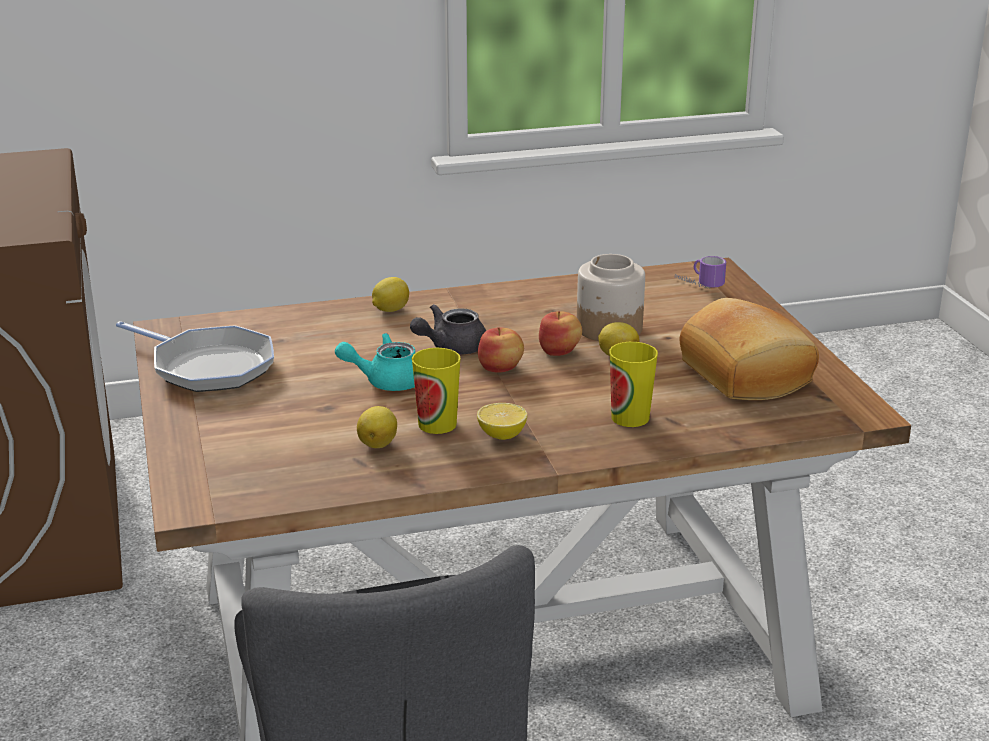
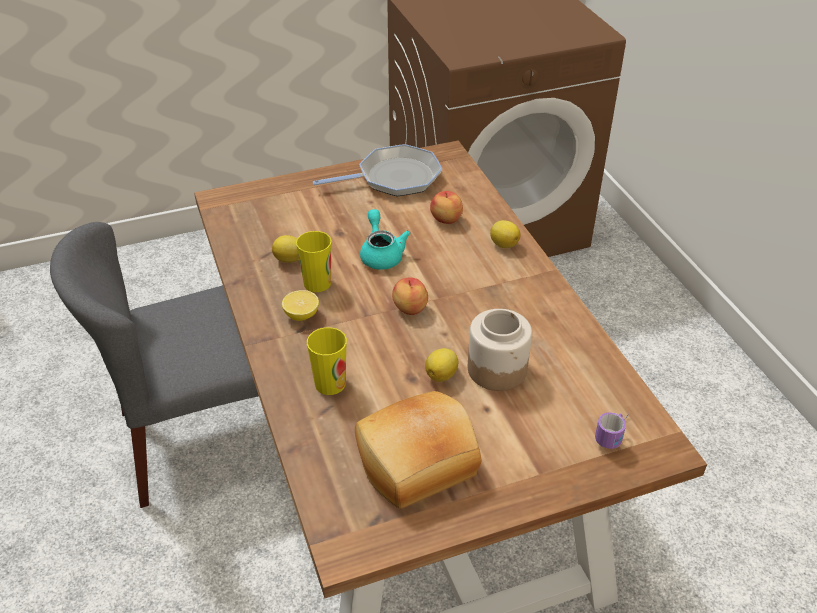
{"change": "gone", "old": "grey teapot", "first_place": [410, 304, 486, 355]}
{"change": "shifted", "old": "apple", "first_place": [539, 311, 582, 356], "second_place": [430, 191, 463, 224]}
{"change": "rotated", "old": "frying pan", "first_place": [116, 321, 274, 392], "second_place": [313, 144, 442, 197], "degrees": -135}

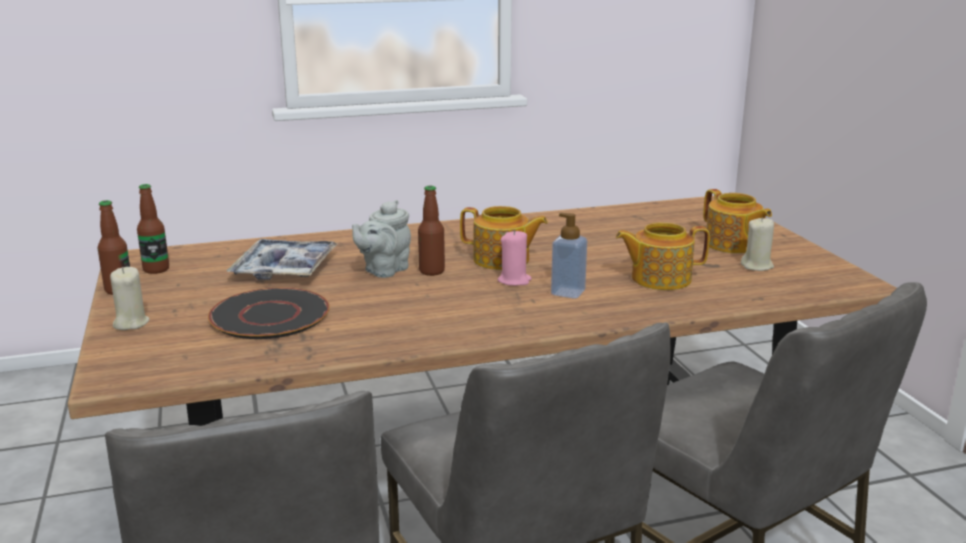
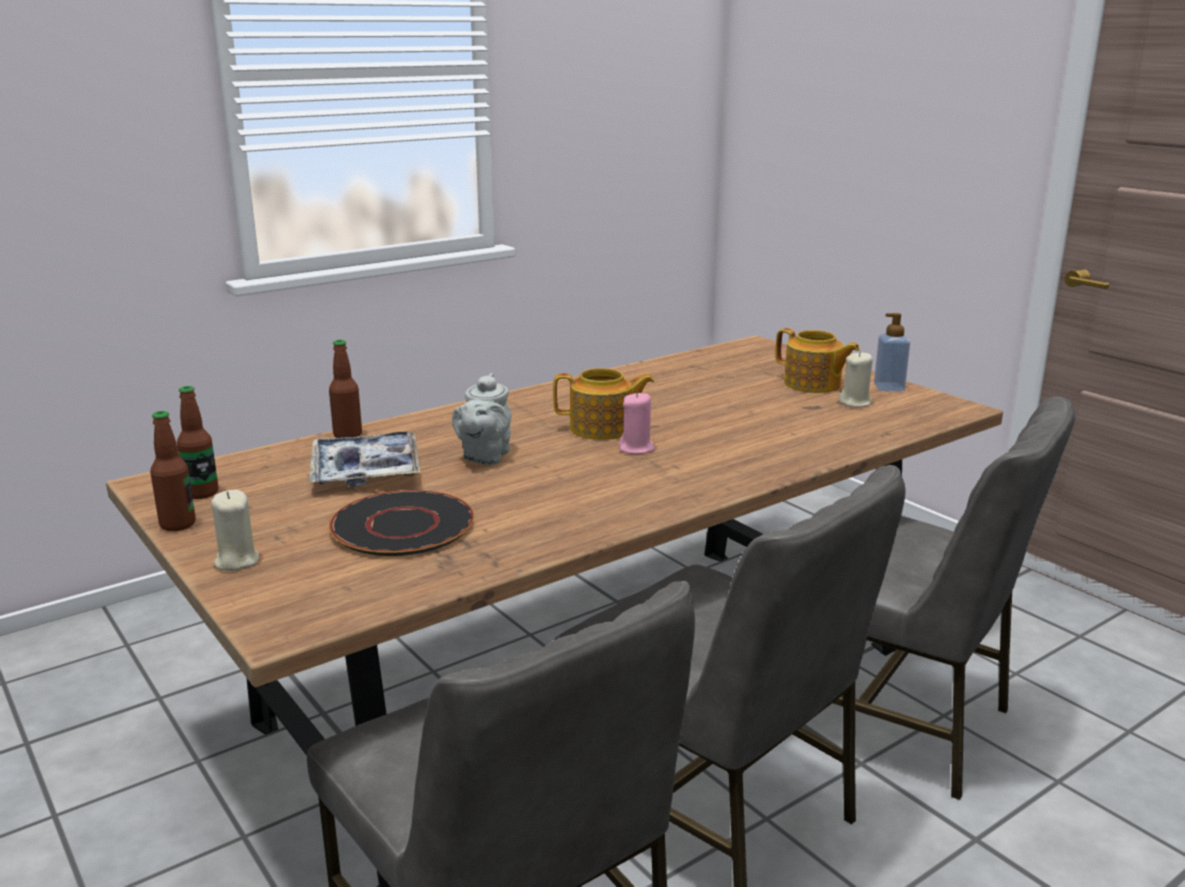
{"change": "shifted", "old": "bottle", "first_place": [418, 185, 445, 276], "second_place": [329, 340, 362, 438]}
{"change": "shifted", "old": "soap dispenser", "first_place": [551, 213, 587, 299], "second_place": [874, 313, 910, 391]}
{"change": "gone", "old": "teapot", "first_place": [616, 222, 710, 290]}

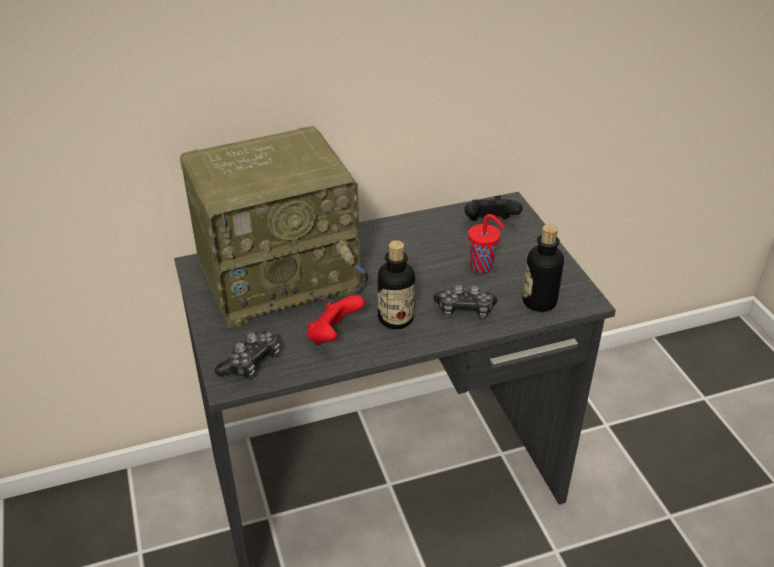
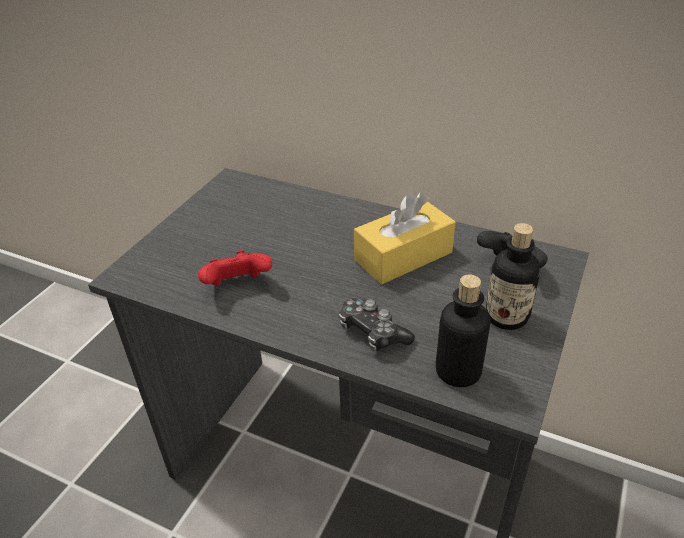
{"change": "gone", "old": "radio", "first_place": [180, 126, 368, 328]}
{"change": "gone", "old": "red cup", "first_place": [468, 214, 505, 273]}
{"change": "shifted", "old": "bottle", "first_place": [377, 240, 415, 329], "second_place": [486, 223, 540, 330]}
{"change": "gone", "old": "game controller", "first_place": [215, 331, 280, 379]}
{"change": "new", "new": "yellow tissue box", "second_place": [354, 193, 456, 285]}

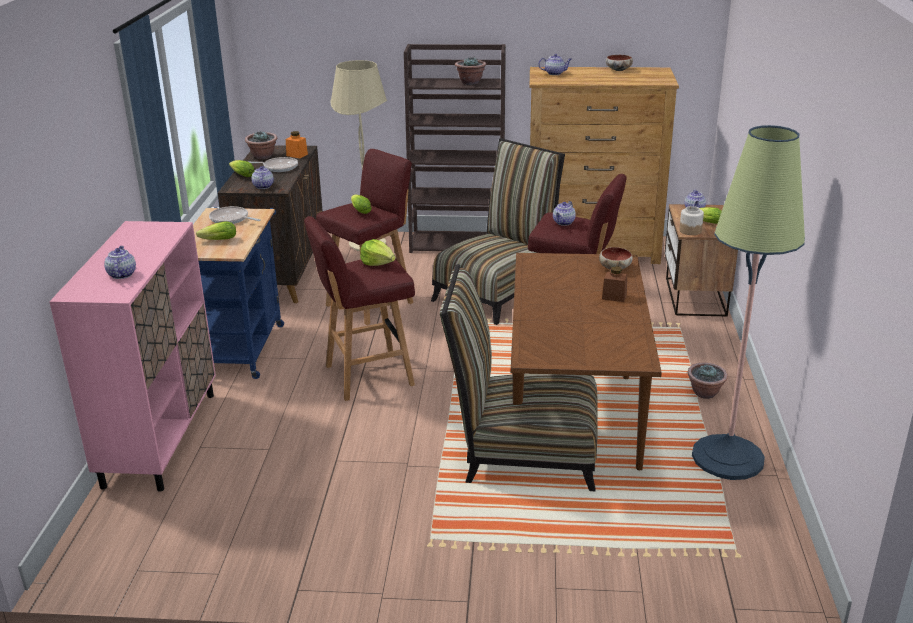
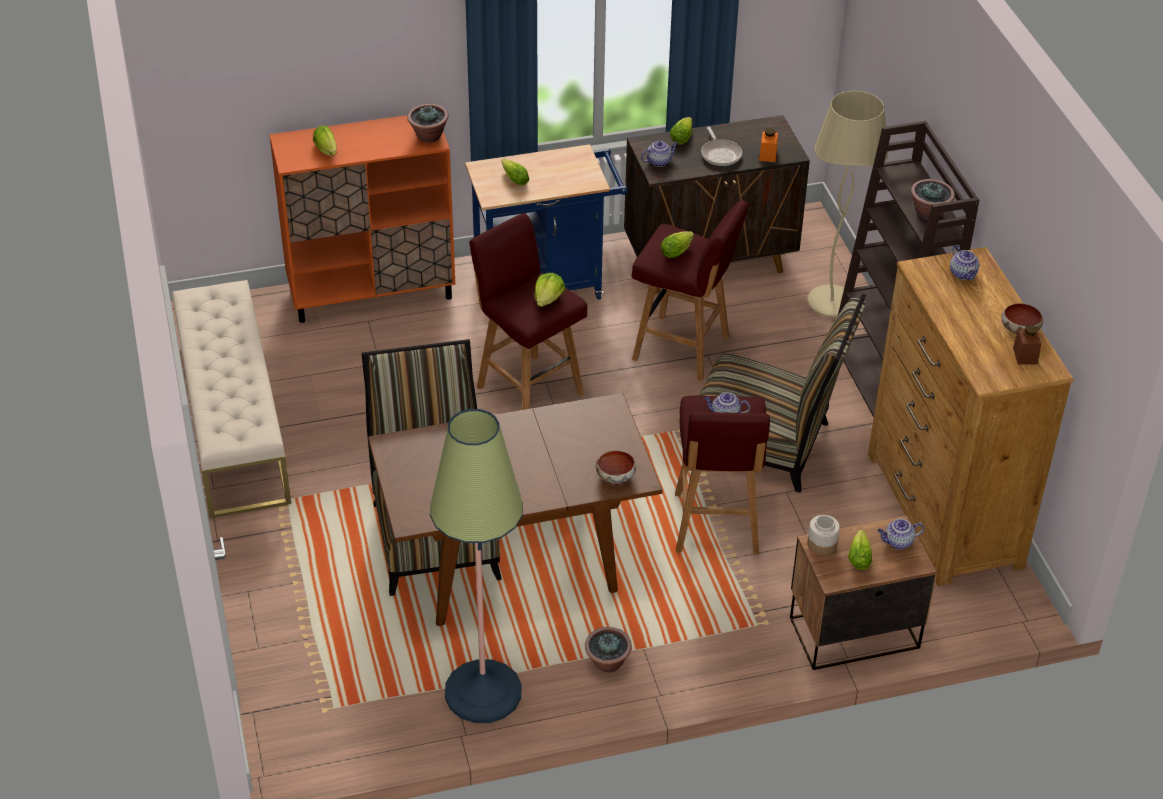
{"change": "shifted", "old": "potted plant", "first_place": [245, 131, 277, 159], "second_place": [407, 104, 448, 143]}
{"change": "gone", "old": "frying pan", "first_place": [209, 206, 261, 224]}
{"change": "repainted", "old": "pink cabinet", "new": "orange cabinet", "first_place": [49, 221, 216, 492], "second_place": [269, 115, 455, 323]}
{"change": "swapped", "old": "teapot", "new": "lettuce", "first_place": [104, 246, 136, 279], "second_place": [313, 125, 337, 156]}
{"change": "shifted", "old": "brown jar", "first_place": [602, 266, 627, 302], "second_place": [1013, 325, 1041, 365]}
{"change": "new", "new": "beige bench", "second_place": [172, 280, 291, 519]}

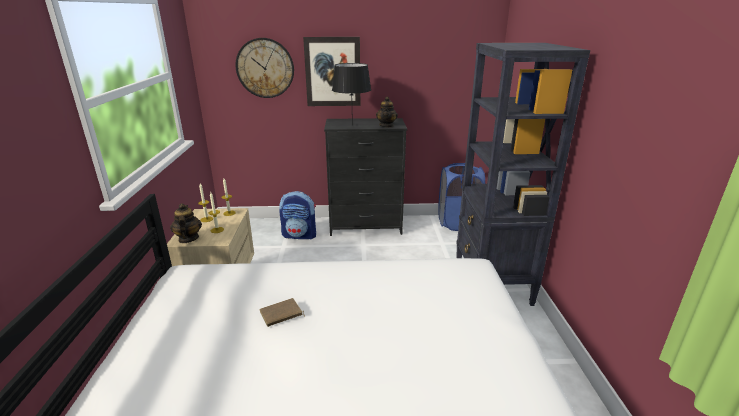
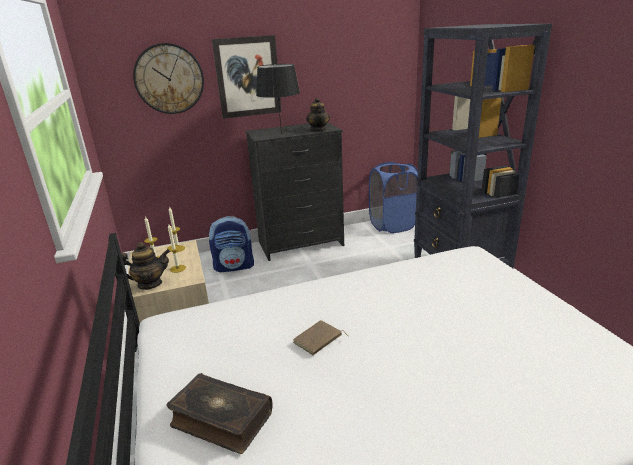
{"change": "rotated", "old": "teapot", "first_place": [170, 203, 202, 243], "second_place": [121, 242, 170, 290], "degrees": 105}
{"change": "new", "new": "book", "second_place": [166, 373, 272, 454]}

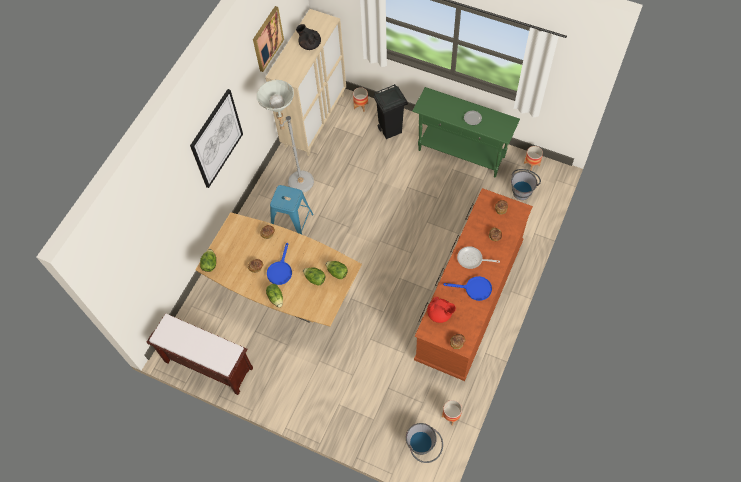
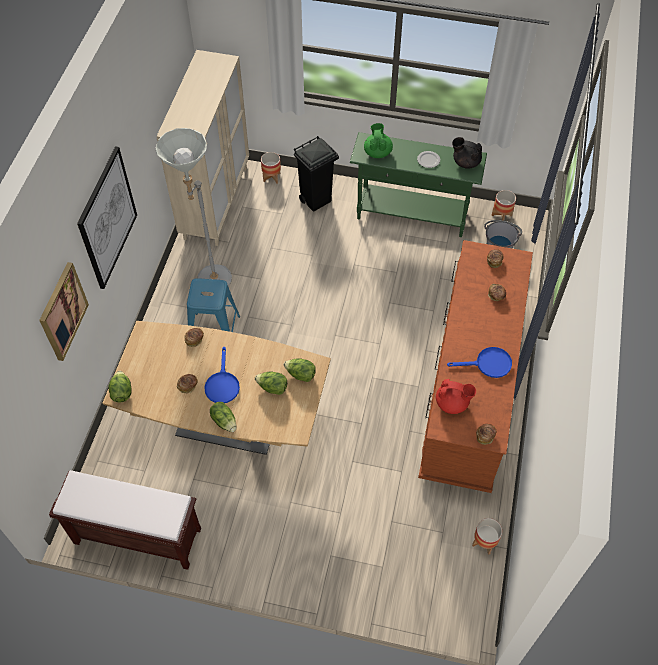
{"change": "shifted", "old": "picture", "first_place": [253, 6, 284, 72], "second_place": [39, 262, 89, 361]}
{"change": "shifted", "old": "black teapot", "first_place": [296, 24, 321, 50], "second_place": [452, 137, 482, 169]}
{"change": "gone", "old": "frying pan", "first_place": [457, 246, 500, 269]}
{"change": "gone", "old": "grey bucket", "first_place": [406, 423, 443, 463]}
{"change": "new", "new": "green teapot", "second_place": [364, 123, 393, 158]}

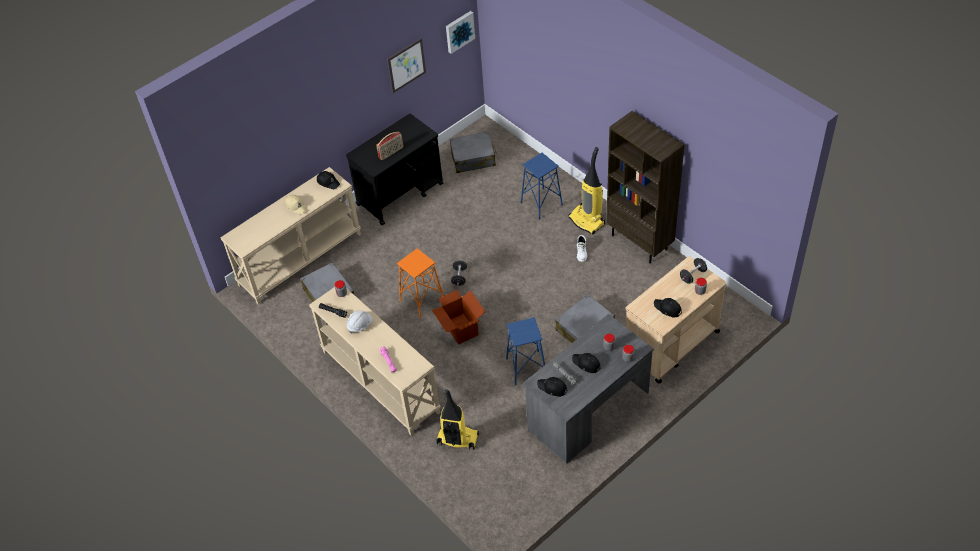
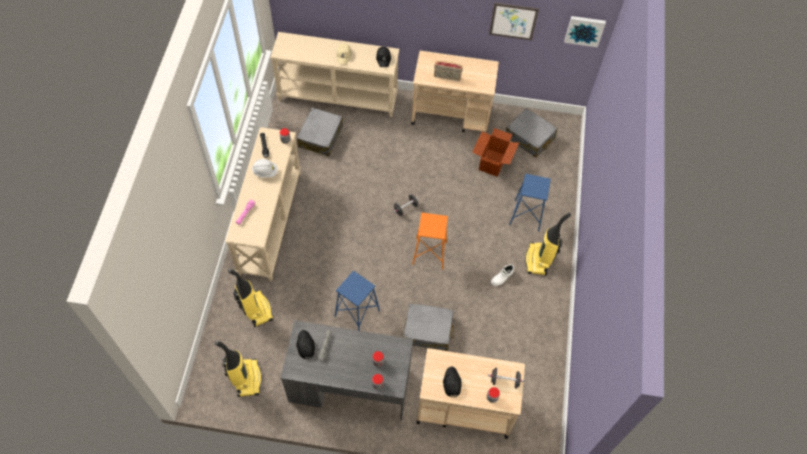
{"change": "gone", "old": "brown bookcase", "first_place": [606, 111, 685, 263]}
{"change": "repainted", "old": "black cart", "new": "beige cart", "first_place": [346, 114, 443, 225], "second_place": [411, 51, 499, 133]}
{"change": "shifted", "old": "orange stool", "first_place": [397, 248, 444, 318], "second_place": [412, 213, 448, 270]}
{"change": "shifted", "old": "cardboard box", "first_place": [432, 290, 486, 345], "second_place": [472, 128, 519, 177]}
{"change": "gone", "old": "black cap", "first_place": [572, 353, 600, 373]}
{"change": "new", "new": "vacuum cleaner", "second_place": [215, 341, 262, 397]}

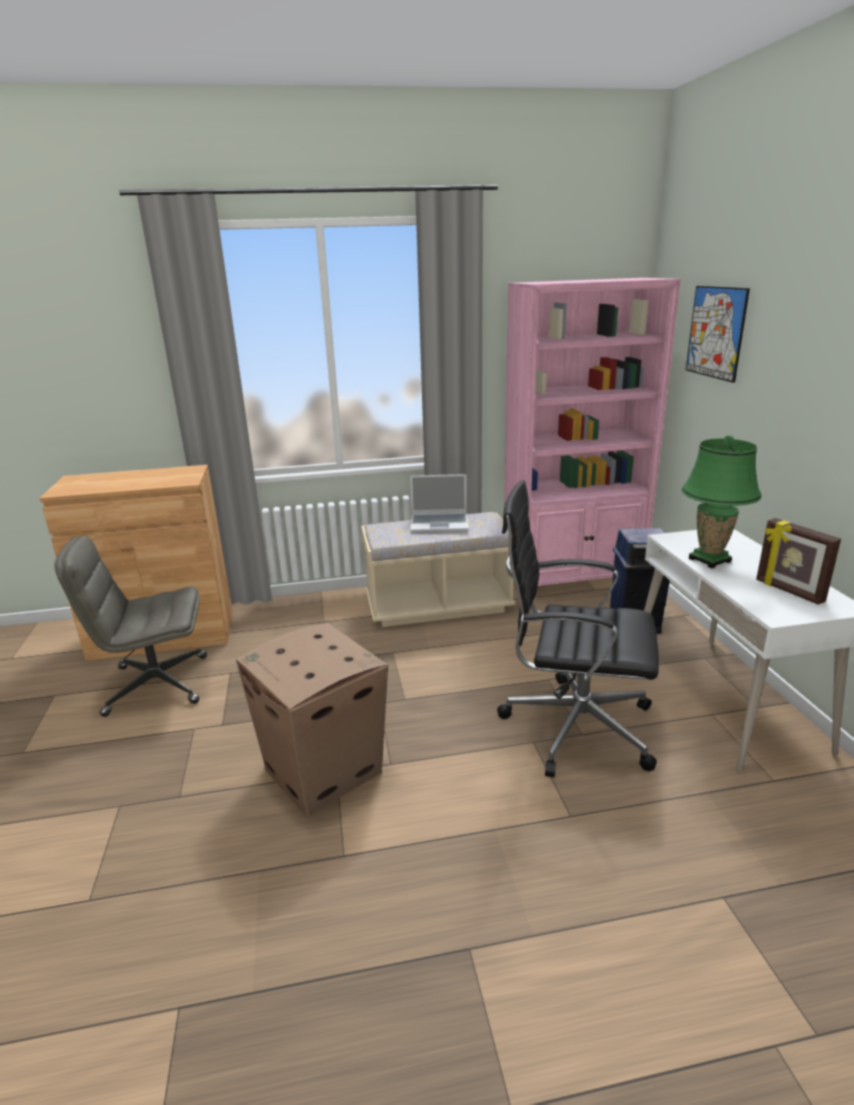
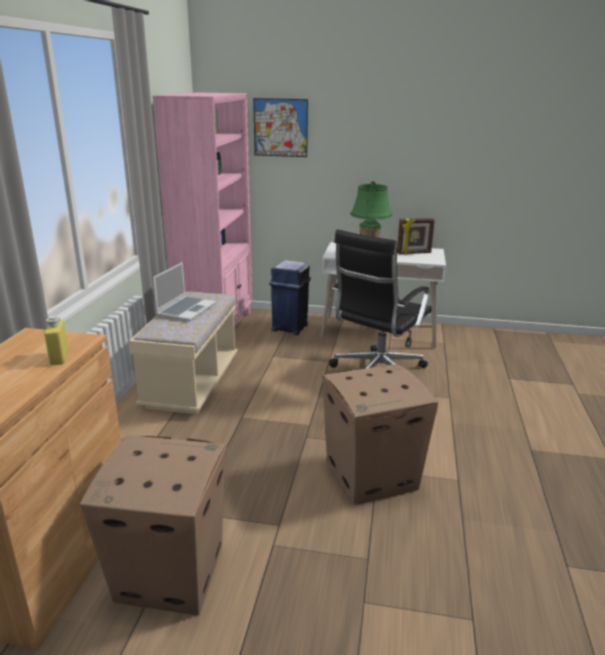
{"change": "swapped", "old": "grey office chair", "new": "cardboard box", "first_place": [54, 536, 207, 717], "second_place": [80, 435, 227, 616]}
{"change": "new", "new": "yellow bottle", "second_place": [44, 316, 68, 365]}

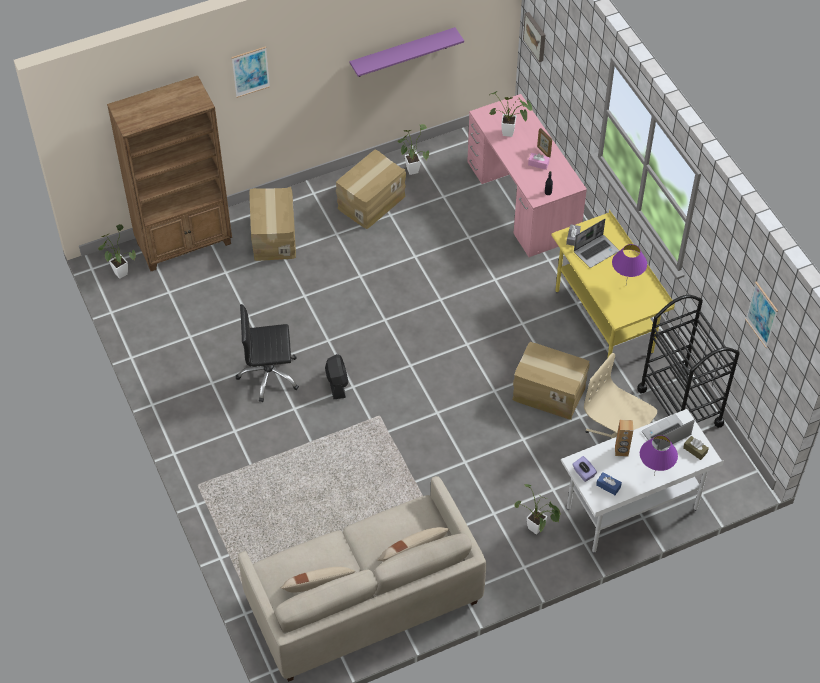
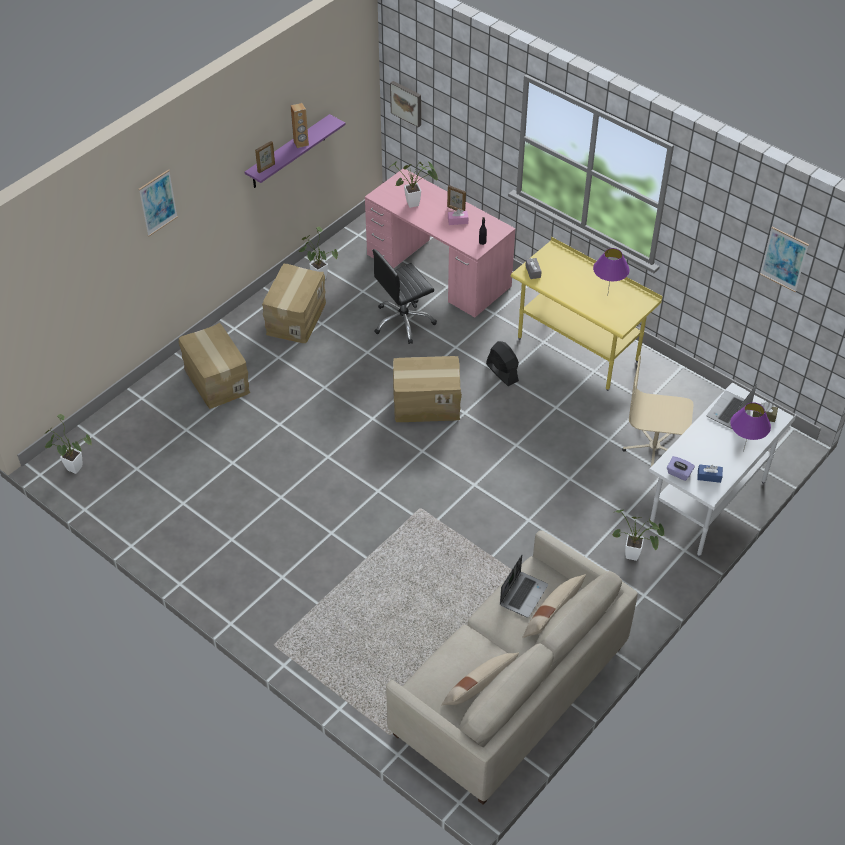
{"change": "gone", "old": "brown bookcase", "first_place": [107, 76, 232, 271]}
{"change": "shifted", "old": "laptop", "first_place": [574, 219, 619, 268], "second_place": [500, 555, 548, 618]}
{"change": "gone", "old": "black cart", "first_place": [637, 295, 740, 428]}
{"change": "shifted", "old": "black office chair", "first_place": [236, 304, 299, 402], "second_place": [373, 249, 437, 344]}
{"change": "shifted", "old": "cardboard box", "first_place": [512, 342, 590, 420], "second_place": [393, 356, 462, 422]}
{"change": "shifted", "old": "black fan", "first_place": [325, 354, 348, 399], "second_place": [486, 341, 519, 386]}
{"change": "shifted", "old": "brown speaker", "first_place": [615, 420, 633, 457], "second_place": [291, 103, 309, 148]}
{"change": "new", "new": "picture frame", "second_place": [255, 141, 275, 173]}

